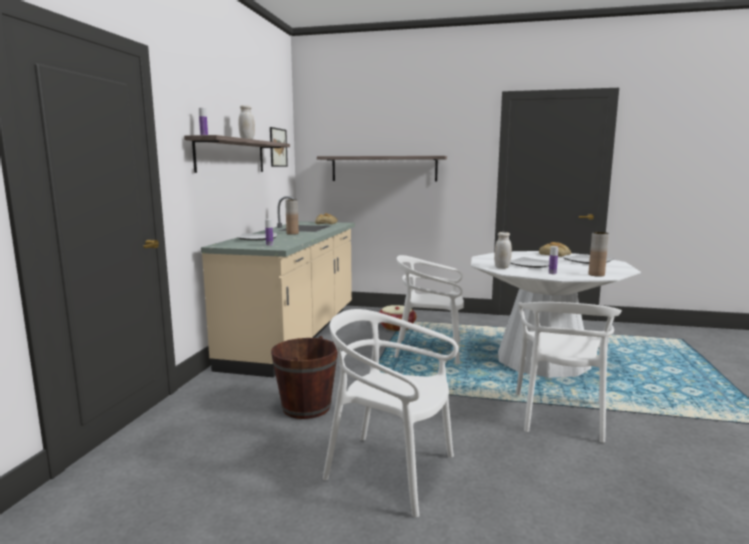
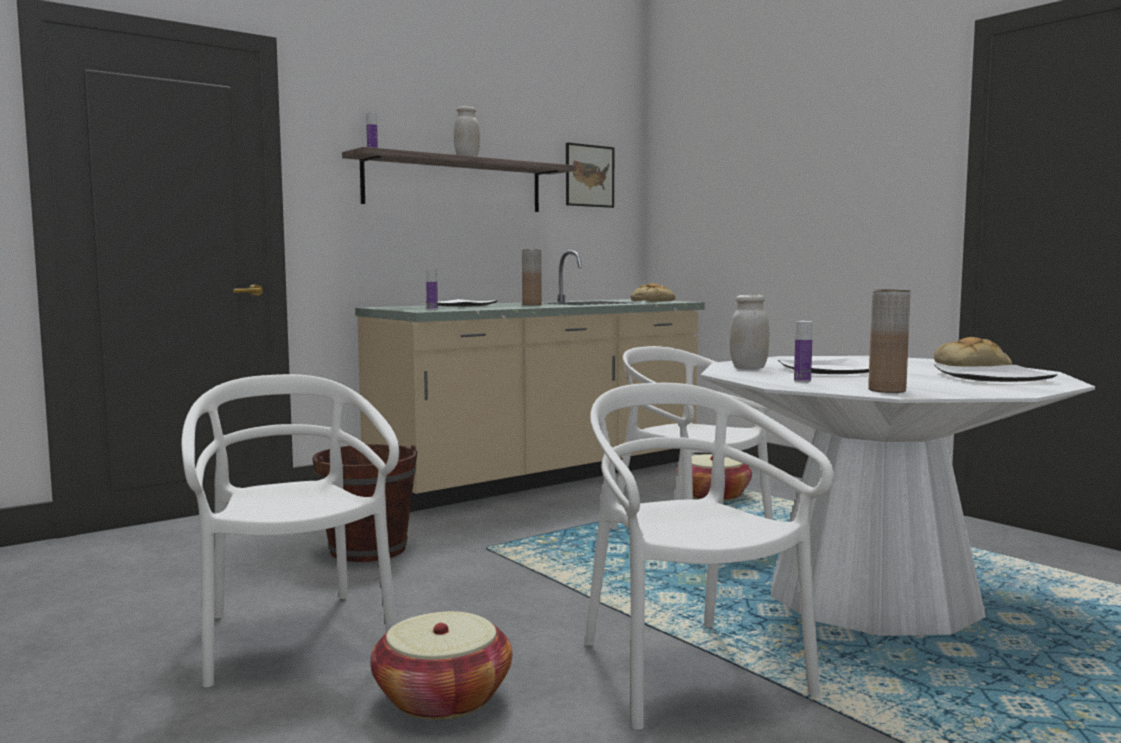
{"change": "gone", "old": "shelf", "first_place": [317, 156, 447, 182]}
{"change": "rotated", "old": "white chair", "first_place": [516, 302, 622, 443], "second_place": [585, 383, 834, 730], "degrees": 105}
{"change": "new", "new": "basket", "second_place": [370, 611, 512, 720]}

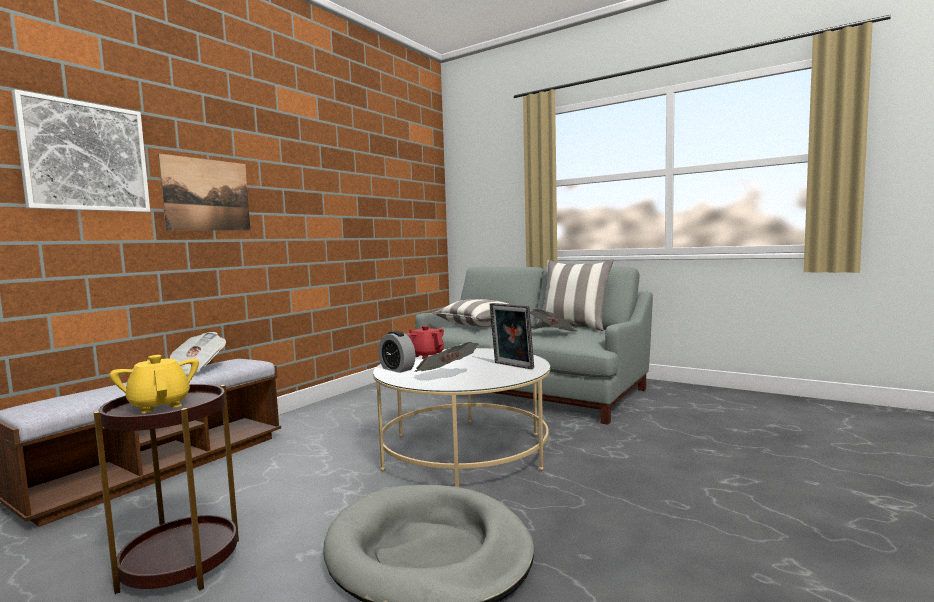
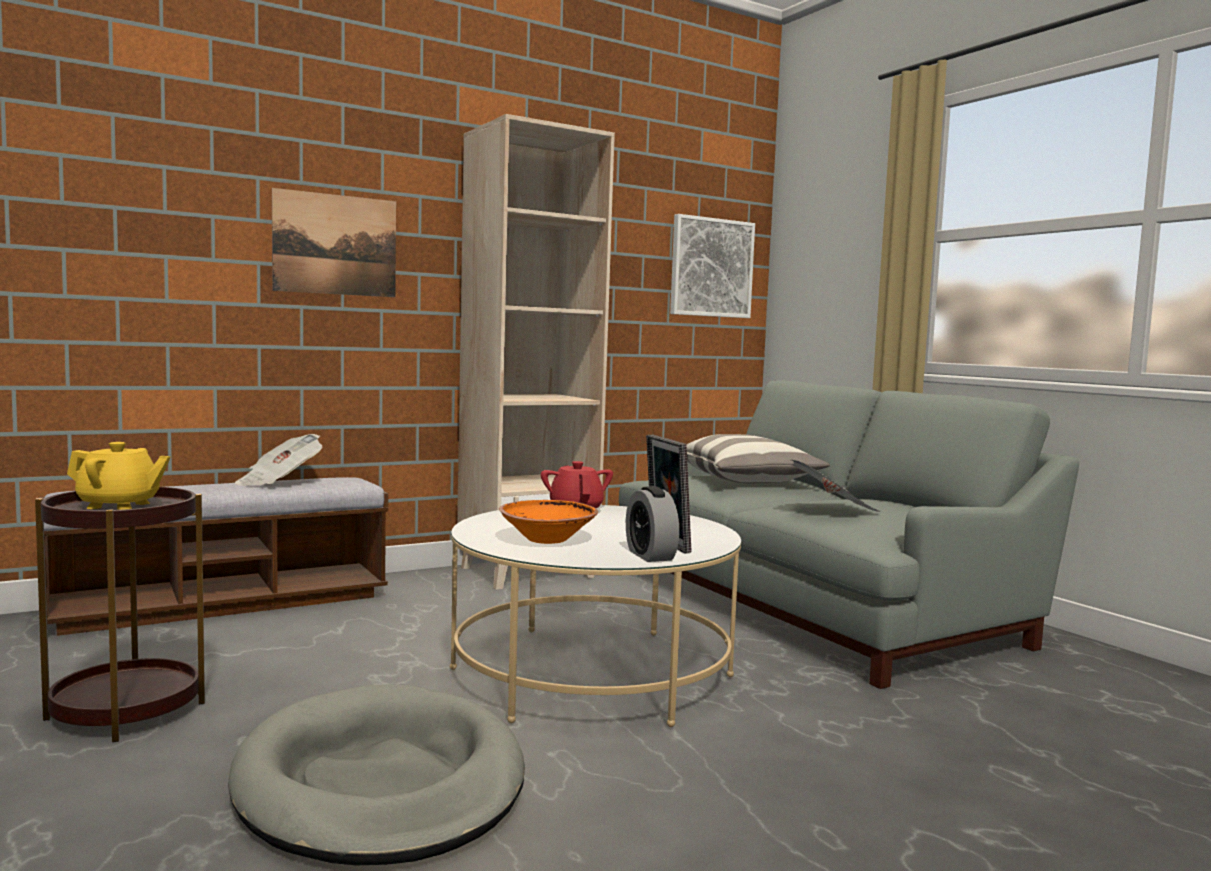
{"change": "shifted", "old": "picture", "first_place": [12, 90, 150, 212], "second_place": [670, 214, 755, 318]}
{"change": "gone", "old": "pillow", "first_place": [537, 259, 614, 331]}
{"change": "shifted", "old": "alarm clock", "first_place": [378, 331, 415, 373], "second_place": [626, 486, 679, 562]}
{"change": "swapped", "old": "newspaper", "new": "orange bowl", "first_place": [415, 342, 479, 372], "second_place": [499, 500, 598, 544]}
{"change": "rotated", "old": "yellow teapot", "first_place": [110, 355, 199, 413], "second_place": [67, 442, 170, 510], "degrees": 105}
{"change": "new", "new": "beige bookcase", "second_place": [457, 114, 615, 590]}

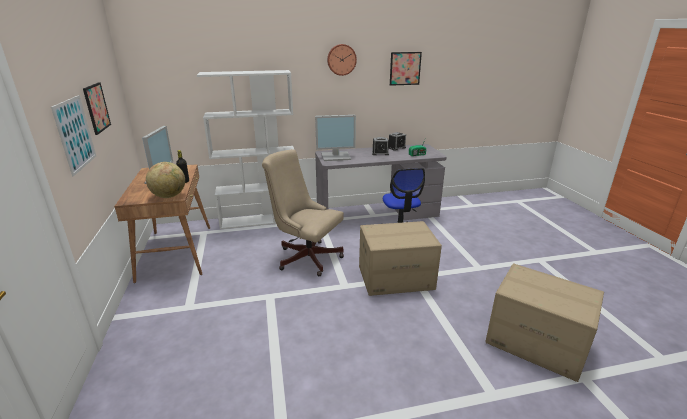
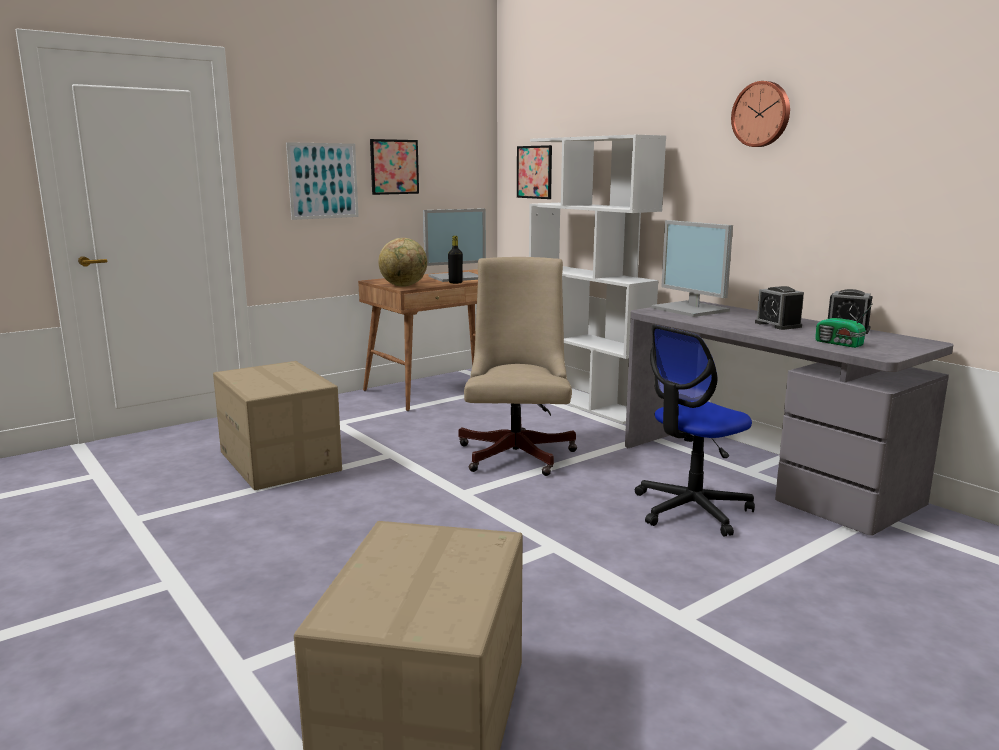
{"change": "shifted", "old": "picture", "first_place": [390, 52, 422, 86], "second_place": [517, 145, 552, 199]}
{"change": "shifted", "old": "cardboard box", "first_place": [359, 221, 442, 296], "second_place": [213, 361, 342, 490]}

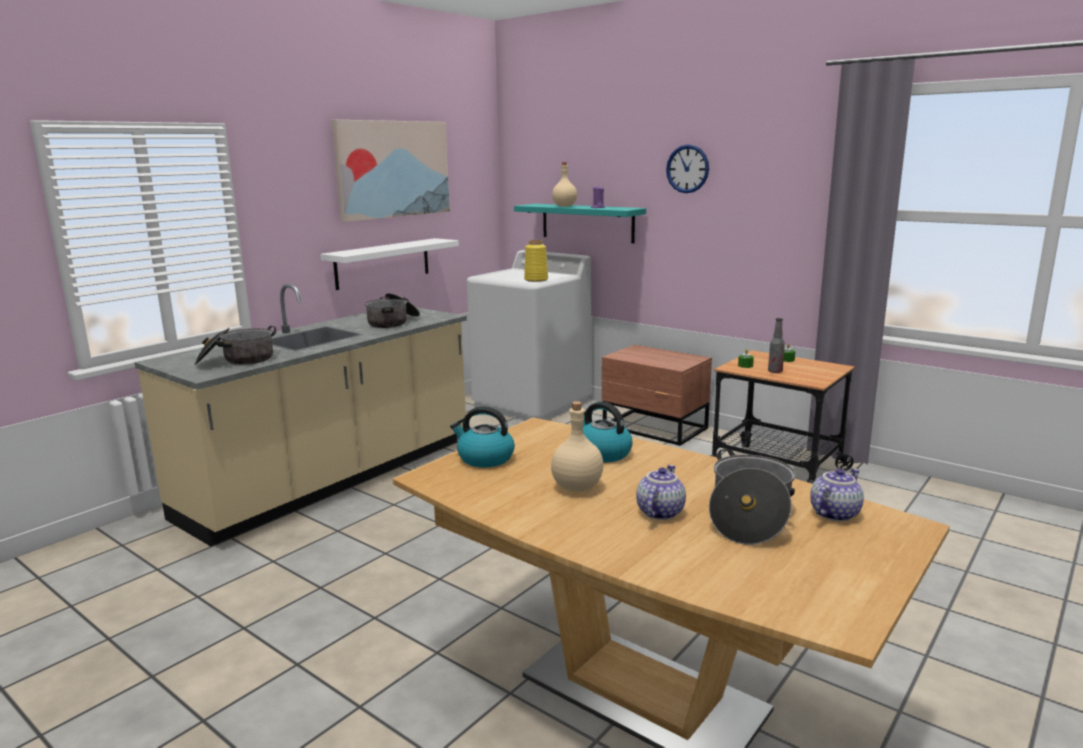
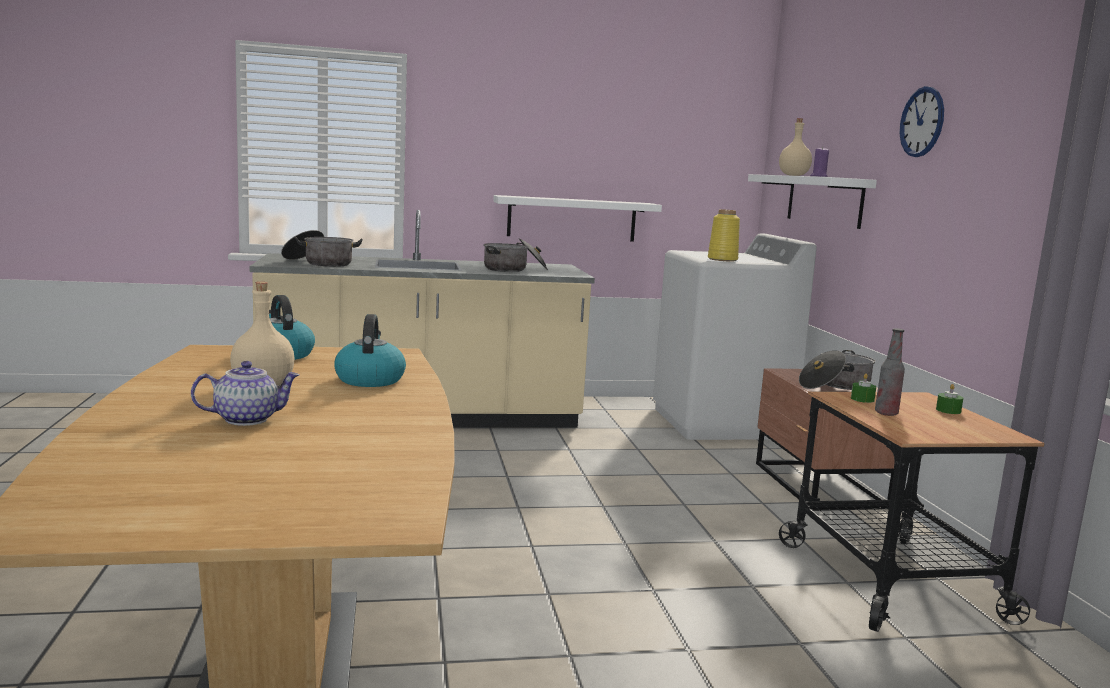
{"change": "gone", "old": "picture", "first_place": [332, 120, 450, 222]}
{"change": "repainted", "old": "turquoise shelf", "new": "white shelf", "first_place": [514, 204, 646, 243], "second_place": [748, 174, 877, 229]}
{"change": "shifted", "old": "cooking pot", "first_place": [709, 449, 795, 545], "second_place": [799, 350, 875, 390]}
{"change": "gone", "old": "teapot", "first_place": [810, 468, 864, 521]}

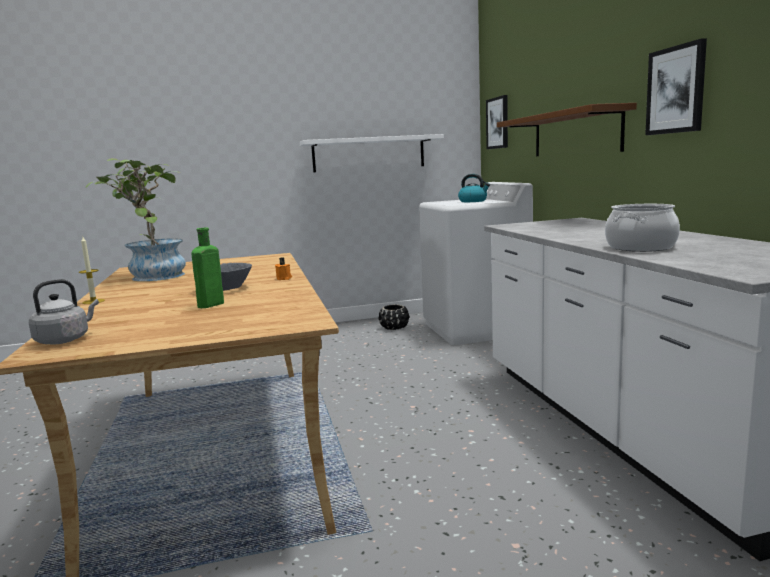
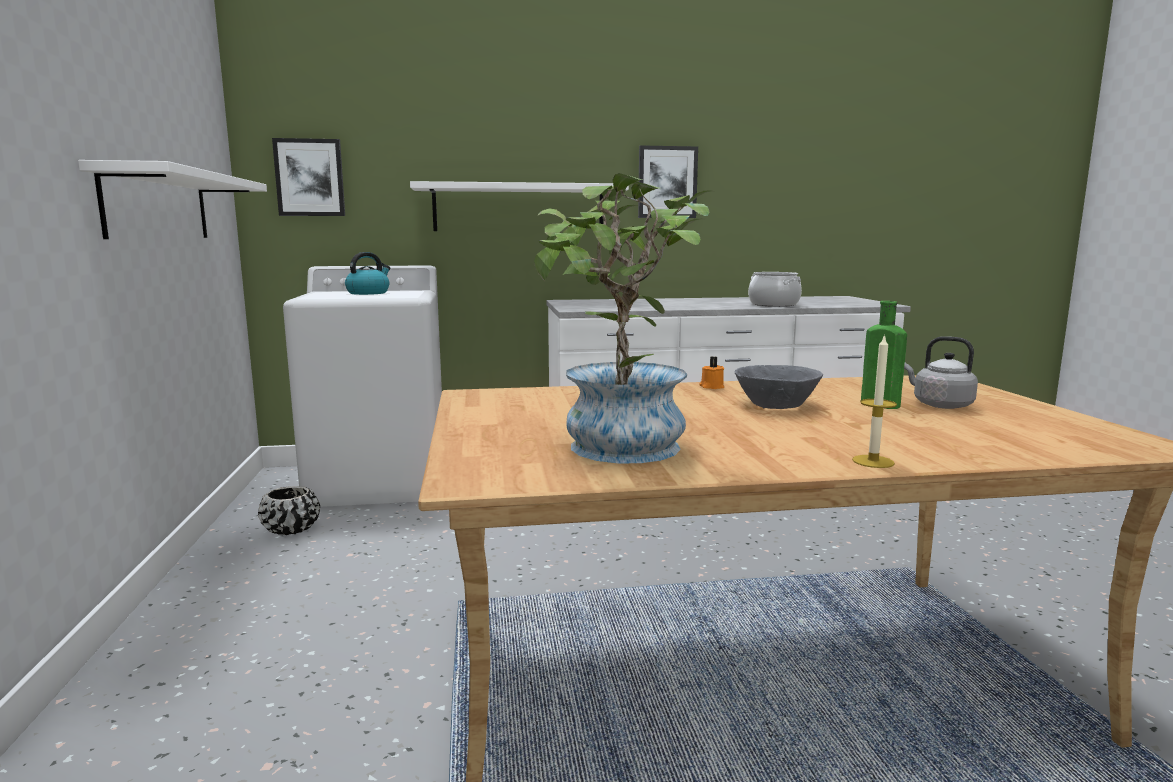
{"change": "repainted", "old": "brown shelf", "new": "white shelf", "first_place": [497, 103, 637, 156], "second_place": [410, 181, 629, 231]}
{"change": "shifted", "old": "grey kettle", "first_place": [29, 279, 99, 344], "second_place": [904, 336, 978, 409]}

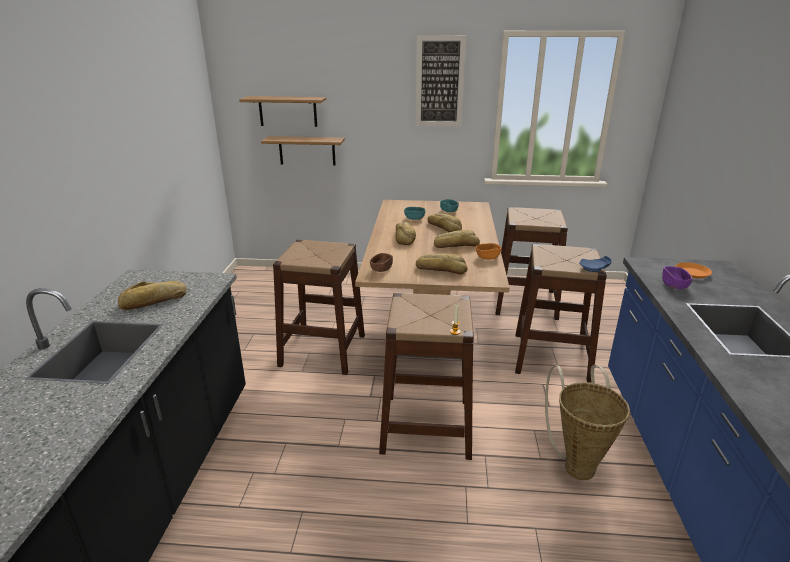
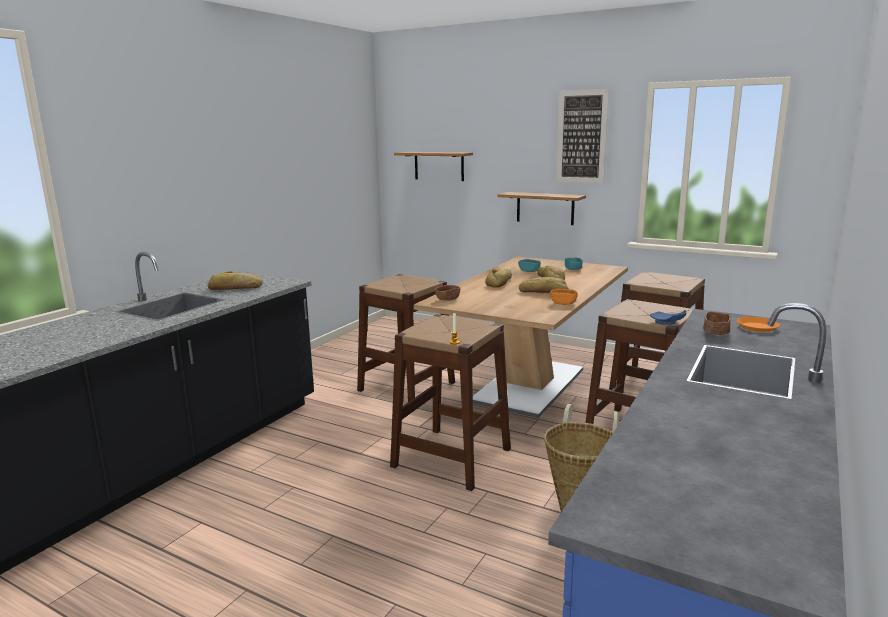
{"change": "shifted", "old": "shelf", "first_place": [261, 136, 345, 166], "second_place": [498, 192, 586, 225]}
{"change": "gone", "old": "bread", "first_place": [416, 253, 467, 274]}
{"change": "repainted", "old": "purple bowl", "new": "brown bowl", "first_place": [662, 266, 693, 289], "second_place": [703, 312, 731, 335]}

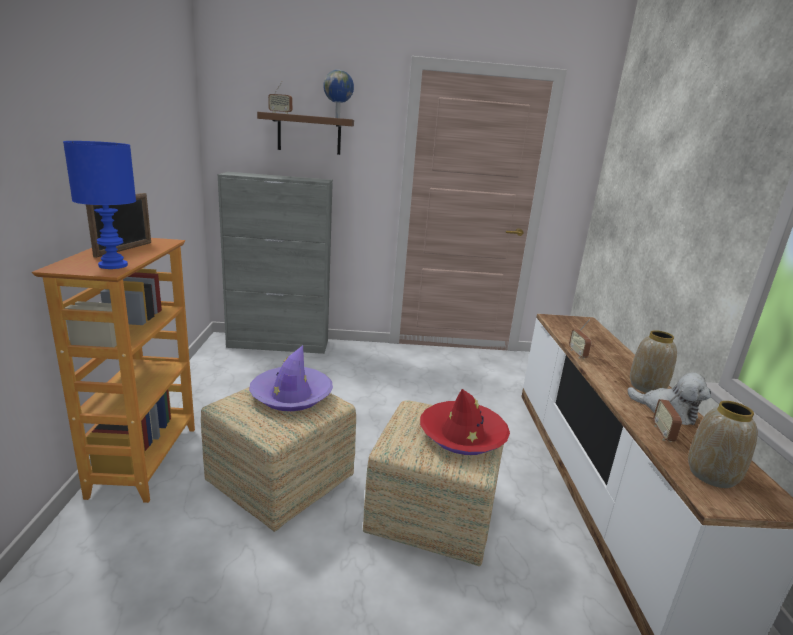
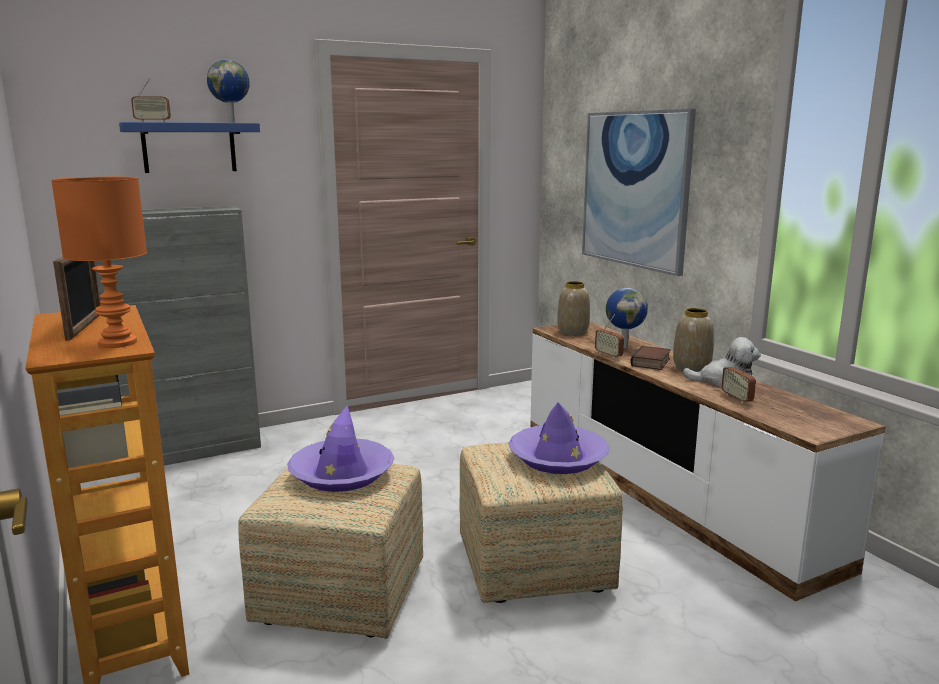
{"change": "repainted", "old": "brown shelf", "new": "blue shelf", "first_place": [257, 112, 354, 155], "second_place": [119, 122, 260, 173]}
{"change": "repainted", "old": "blue table lamp", "new": "orange table lamp", "first_place": [63, 141, 136, 269], "second_place": [51, 177, 147, 348]}
{"change": "repainted", "old": "red hat", "new": "purple hat", "first_place": [420, 389, 510, 455], "second_place": [509, 402, 610, 474]}
{"change": "shifted", "old": "vase", "first_place": [688, 401, 758, 488], "second_place": [557, 281, 590, 335]}
{"change": "new", "new": "picture", "second_place": [582, 109, 696, 276]}
{"change": "new", "new": "globe", "second_place": [606, 288, 648, 348]}
{"change": "new", "new": "book", "second_place": [630, 346, 671, 370]}

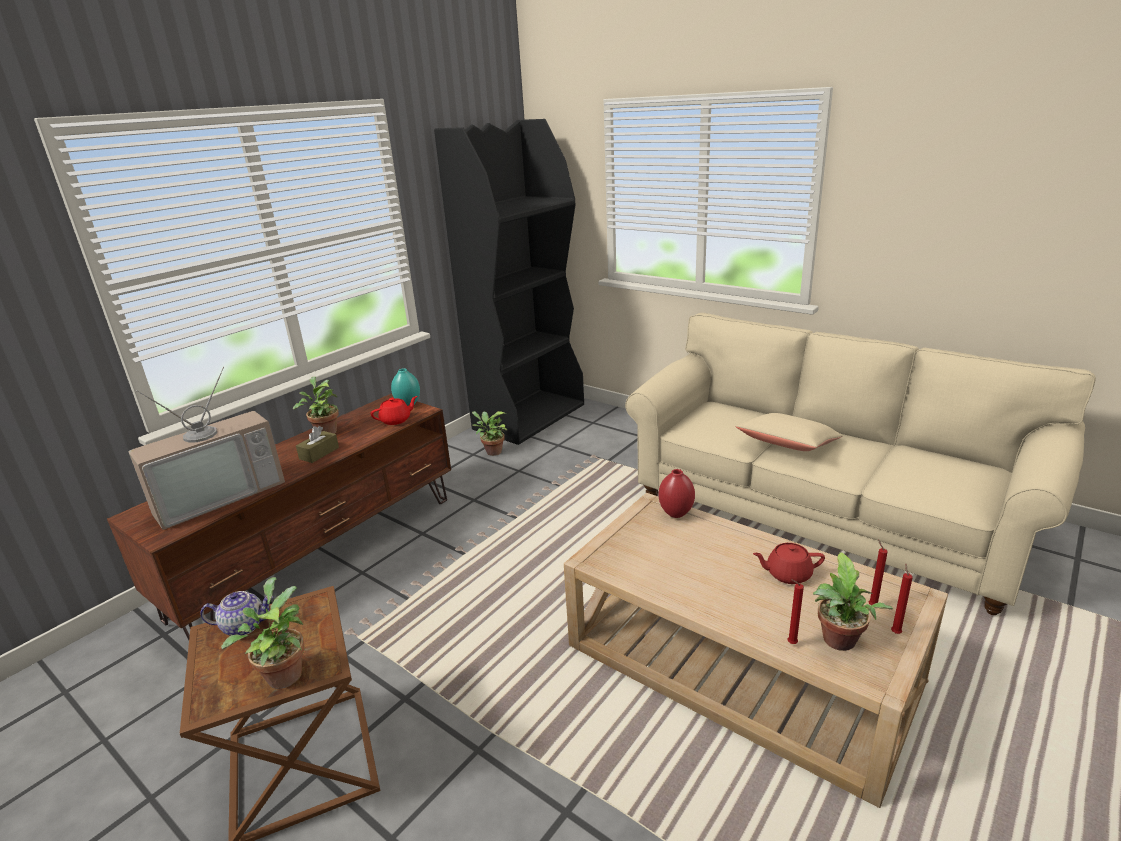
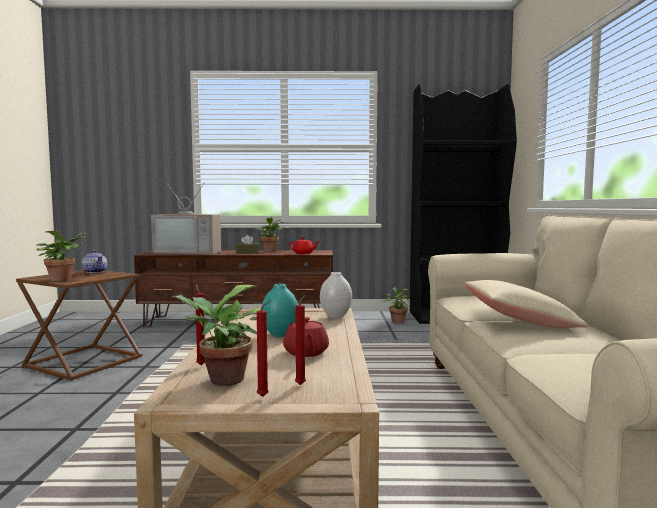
{"change": "shifted", "old": "turquoise vase", "first_place": [391, 368, 420, 406], "second_place": [262, 284, 298, 337]}
{"change": "repainted", "old": "red vase", "new": "white vase", "first_place": [658, 469, 695, 518], "second_place": [320, 272, 352, 318]}
{"change": "rotated", "old": "red teapot", "first_place": [753, 543, 825, 584], "second_place": [283, 317, 329, 357], "degrees": -150}

